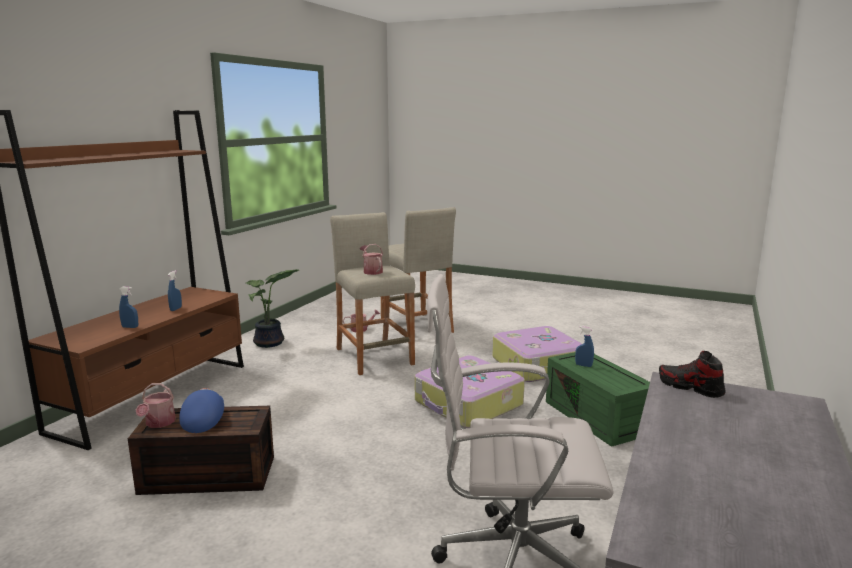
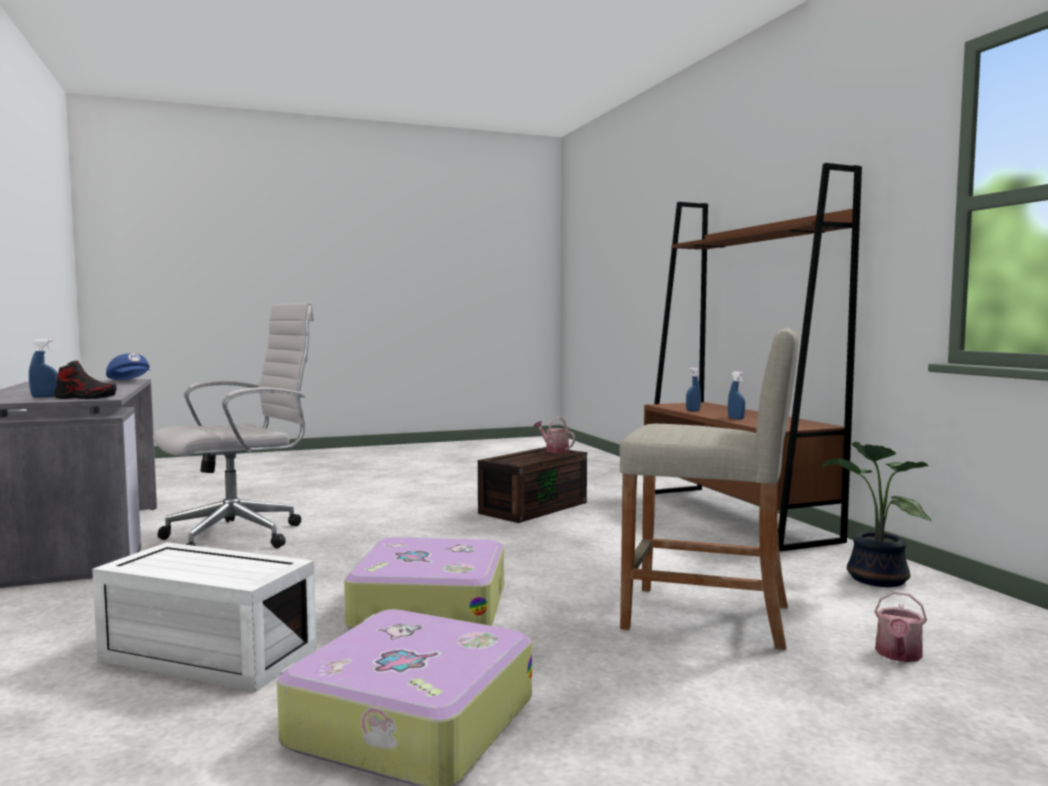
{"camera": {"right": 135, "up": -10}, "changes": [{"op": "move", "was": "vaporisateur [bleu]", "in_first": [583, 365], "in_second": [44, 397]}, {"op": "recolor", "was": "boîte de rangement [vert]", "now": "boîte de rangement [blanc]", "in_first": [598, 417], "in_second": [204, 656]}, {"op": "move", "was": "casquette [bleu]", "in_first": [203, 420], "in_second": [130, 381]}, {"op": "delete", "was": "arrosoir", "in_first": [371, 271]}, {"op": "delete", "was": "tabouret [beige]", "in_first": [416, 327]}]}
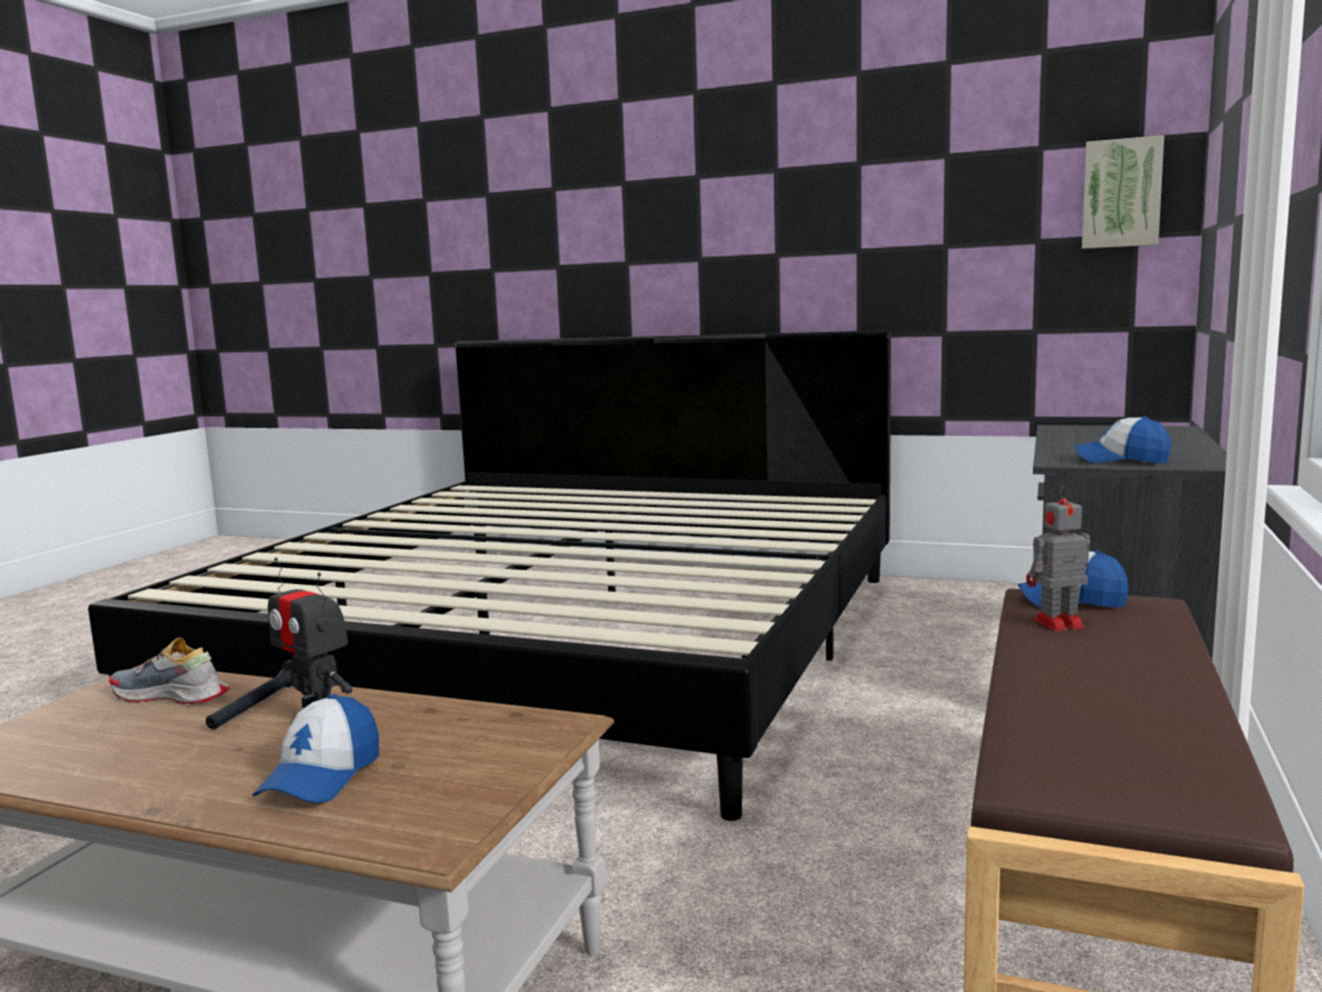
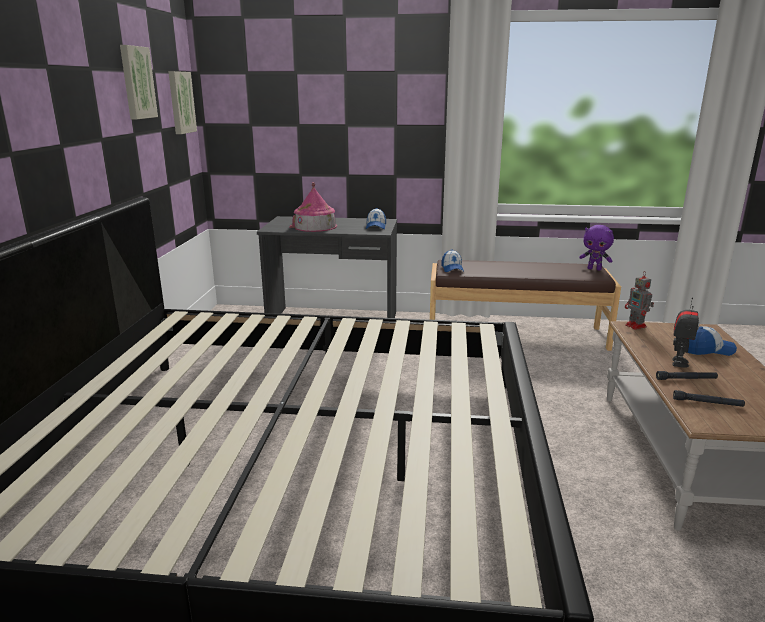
{"camera": {"right": -105, "up": 10}, "changes": [{"op": "insert", "now": "tableau", "in_second": [136, 82]}, {"op": "insert", "now": "maison miniature", "in_second": [315, 226]}, {"op": "insert", "now": "peluche [violet]", "in_second": [594, 269]}, {"op": "move", "was": "robot jouet", "in_first": [1056, 624], "in_second": [636, 326]}, {"op": "replace", "was": "chaussure", "now": "lampe de poche [noir]", "in_first": [171, 696], "in_second": [707, 403]}]}
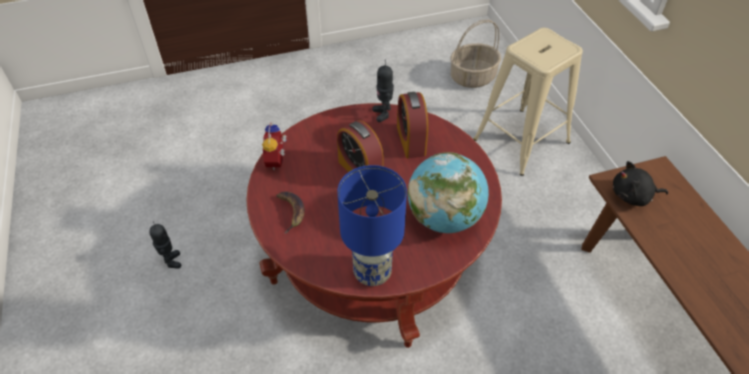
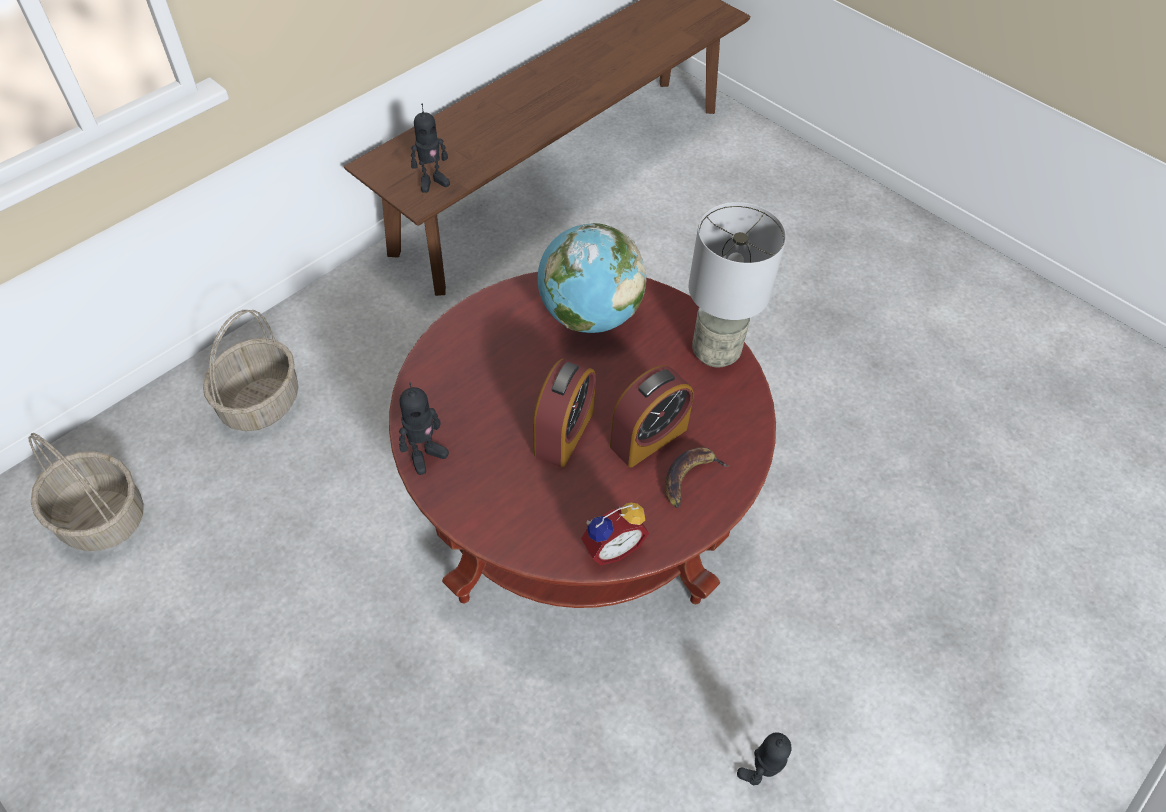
{"camera": {"right": -120, "up": 5}, "changes": [{"op": "replace", "was": "tabouret [beige]", "now": "panier", "in_first": [521, 141], "in_second": [260, 401]}, {"op": "replace", "was": "peluche [noir]", "now": "robot jouet", "in_first": [633, 196], "in_second": [432, 182]}, {"op": "move", "was": "réveil", "in_first": [411, 141], "in_second": [648, 437]}, {"op": "recolor", "was": "lampe de table [bleu]", "now": "lampe de table [gris]", "in_first": [371, 272], "in_second": [715, 353]}]}
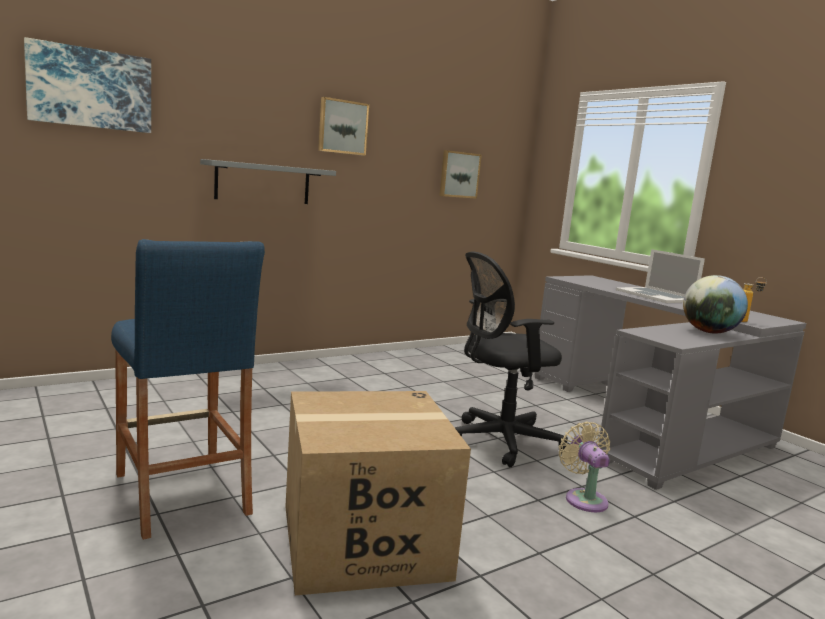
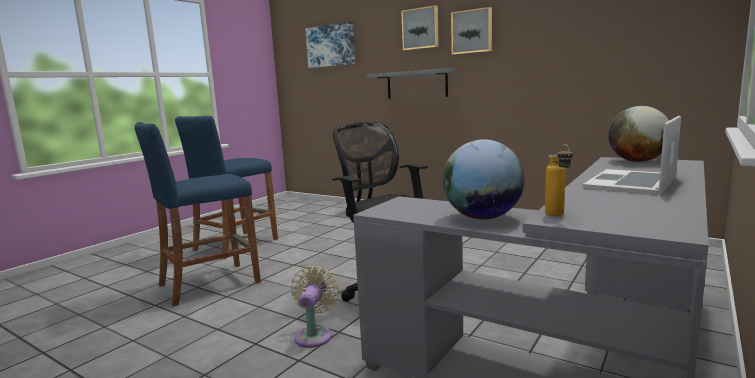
{"camera": {"right": 70, "up": 0}, "changes": [{"op": "replace", "was": "carton", "now": "tabouret [bleu]", "in_first": [363, 541], "in_second": [209, 283]}, {"op": "rotate", "was": "ventilateur [beige]", "in_first": [584, 498], "in_second": [314, 335], "clockwise": -45}, {"op": "move", "was": "tableau", "in_first": [459, 174], "in_second": [420, 28]}, {"op": "insert", "now": "globe", "in_second": [637, 161]}]}
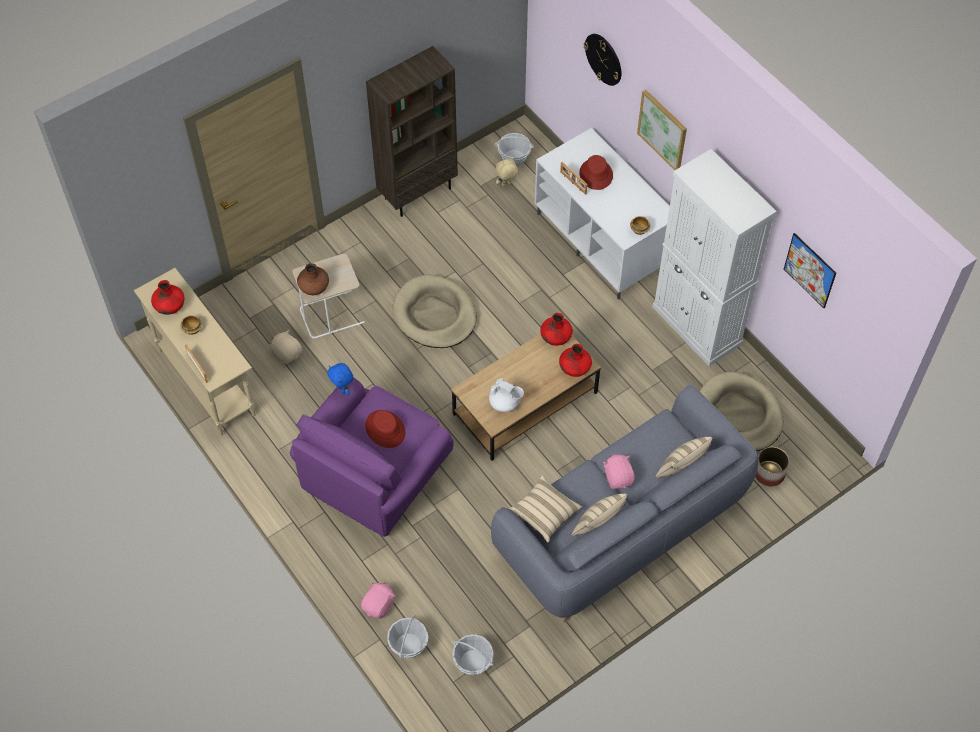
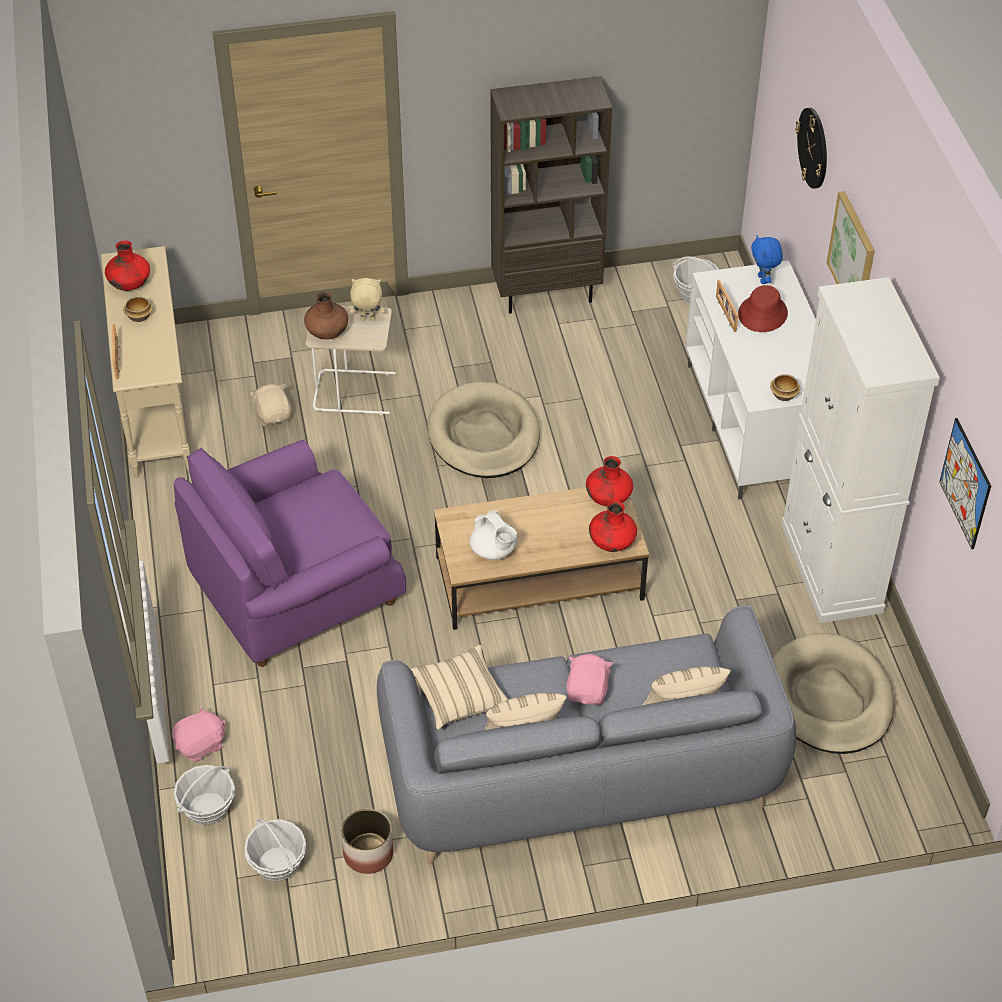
{"camera": {"right": 25, "up": -10}, "changes": [{"op": "move", "was": "cache-pot", "in_first": [769, 473], "in_second": [368, 853]}, {"op": "move", "was": "peluche [beige]", "in_first": [506, 184], "in_second": [367, 320]}, {"op": "move", "was": "peluche [bleu]", "in_first": [342, 389], "in_second": [763, 279]}, {"op": "delete", "was": "chapeau [rouge]", "in_first": [385, 429]}]}
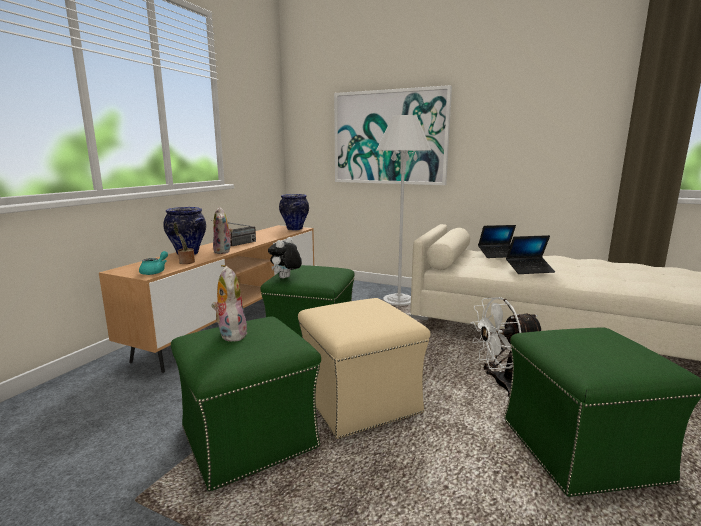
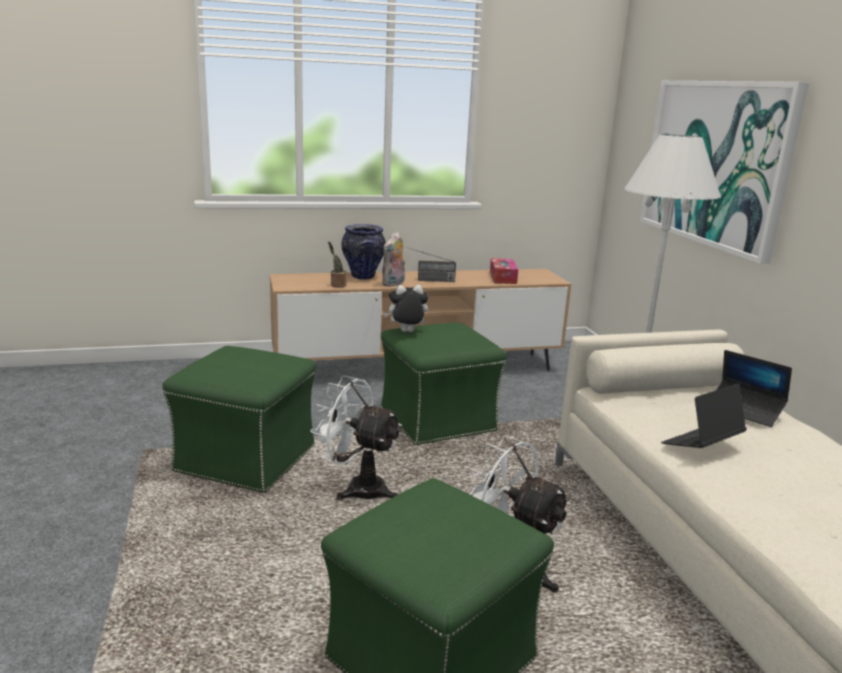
{"camera": {"right": 50, "up": 5}, "changes": [{"op": "replace", "was": "pouf [beige]", "now": "ventilateur [blanc]", "in_first": [360, 401], "in_second": [357, 488]}, {"op": "insert", "now": "boîte à mouchoirs", "in_second": [503, 277]}, {"op": "rotate", "was": "ordinateur portable", "in_first": [529, 270], "in_second": [702, 444], "clockwise": 105}, {"op": "delete", "was": "théière [turquoise]", "in_first": [155, 272]}, {"op": "delete", "was": "peluche", "in_first": [230, 334]}, {"op": "delete", "was": "vase", "in_first": [295, 229]}]}
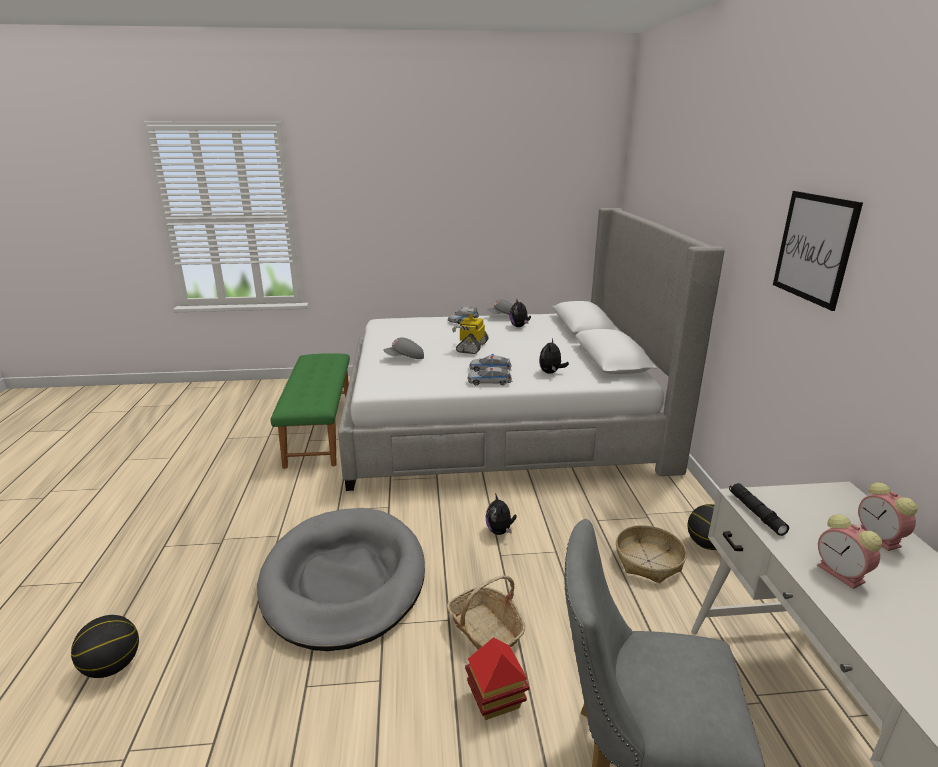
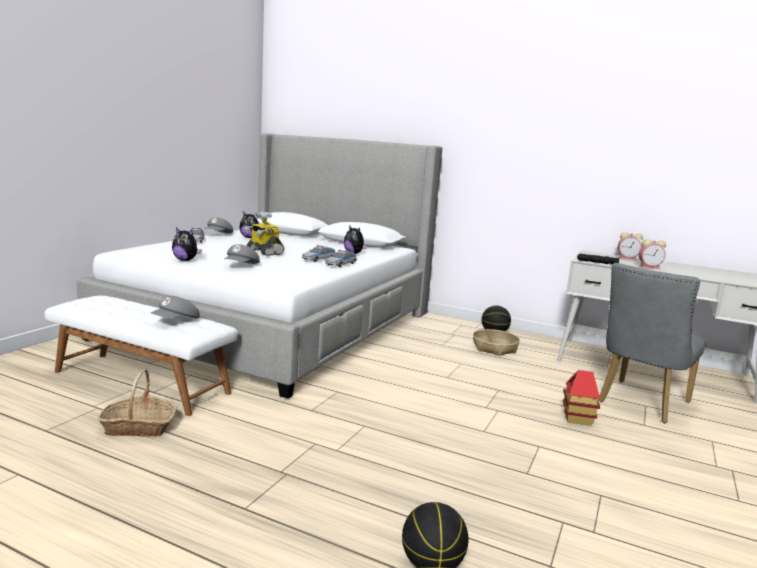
{"camera": {"right": -60, "up": -10}, "changes": [{"op": "recolor", "was": "banc [vert]", "now": "banc [blanc]", "in_first": [320, 430], "in_second": [142, 382]}, {"op": "move", "was": "panier", "in_first": [485, 630], "in_second": [138, 427]}, {"op": "insert", "now": "casquette [gris]", "in_second": [176, 321]}, {"op": "move", "was": "peluche", "in_first": [500, 531], "in_second": [186, 260]}, {"op": "delete", "was": "panier pour chien [gris]", "in_first": [344, 580]}, {"op": "delete", "was": "tableau", "in_first": [814, 248]}]}
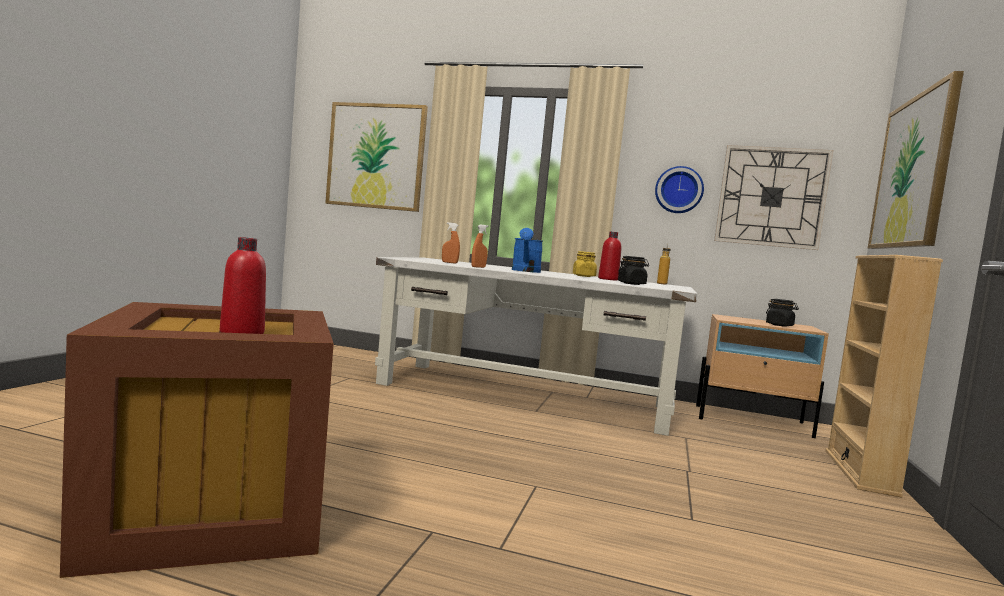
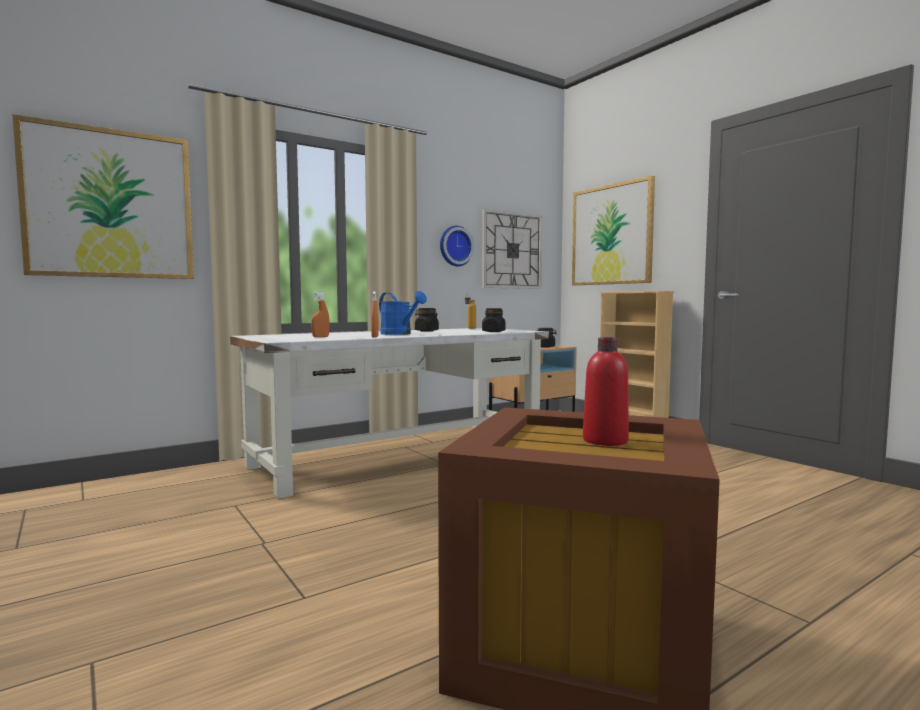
{"camera": {"right": -50, "up": 0}, "changes": [{"op": "recolor", "was": "bocal [jaune]", "now": "bocal [noir]", "in_first": [583, 276], "in_second": [426, 331]}, {"op": "delete", "was": "bouteille [rouge]", "in_first": [608, 279]}]}
